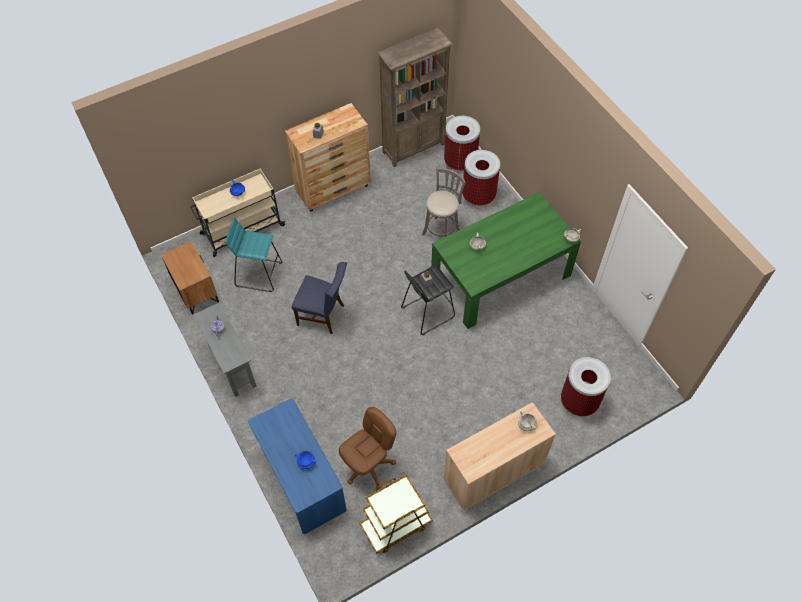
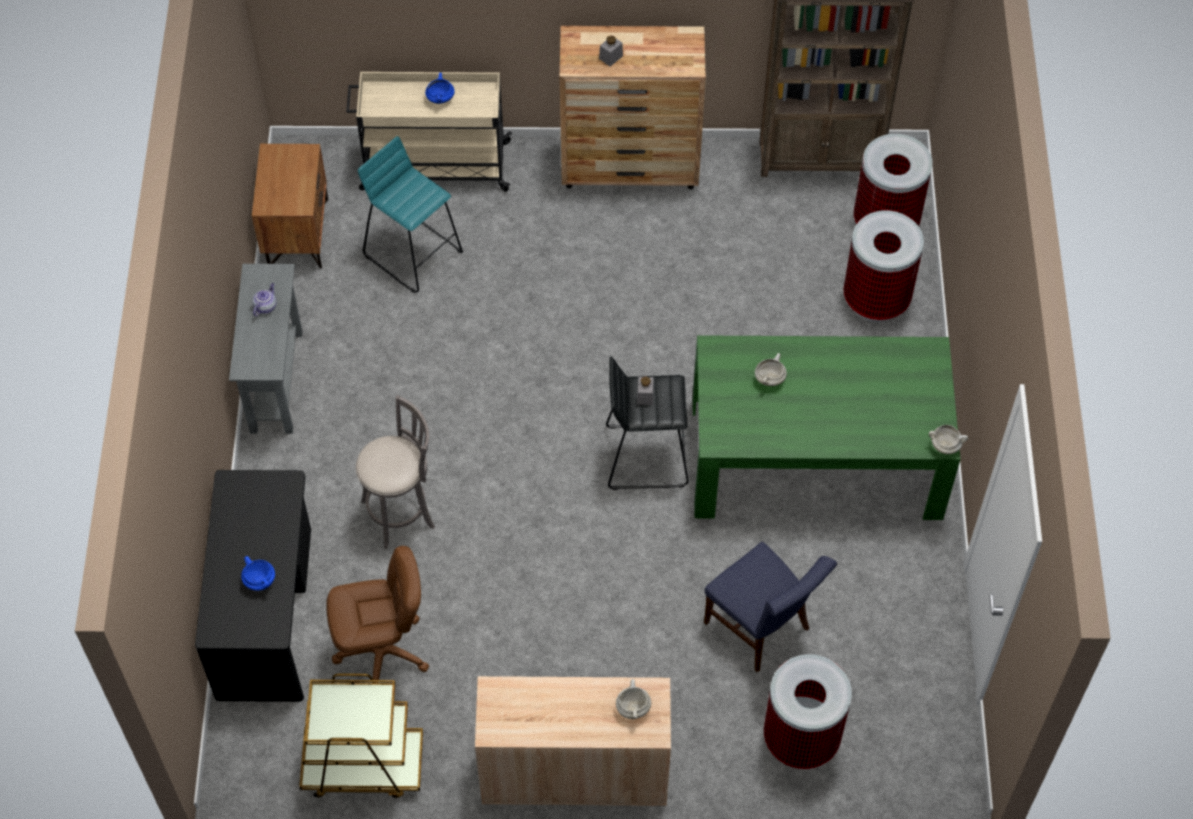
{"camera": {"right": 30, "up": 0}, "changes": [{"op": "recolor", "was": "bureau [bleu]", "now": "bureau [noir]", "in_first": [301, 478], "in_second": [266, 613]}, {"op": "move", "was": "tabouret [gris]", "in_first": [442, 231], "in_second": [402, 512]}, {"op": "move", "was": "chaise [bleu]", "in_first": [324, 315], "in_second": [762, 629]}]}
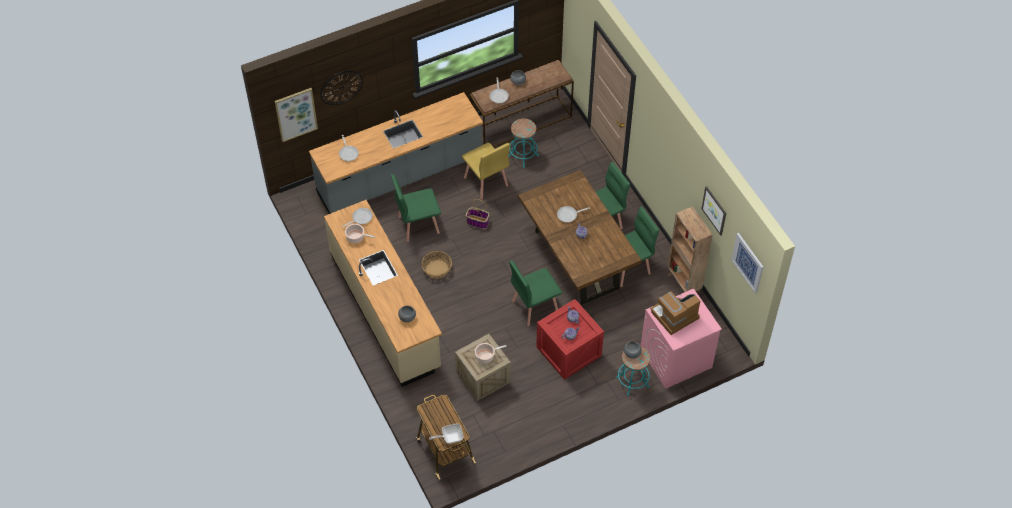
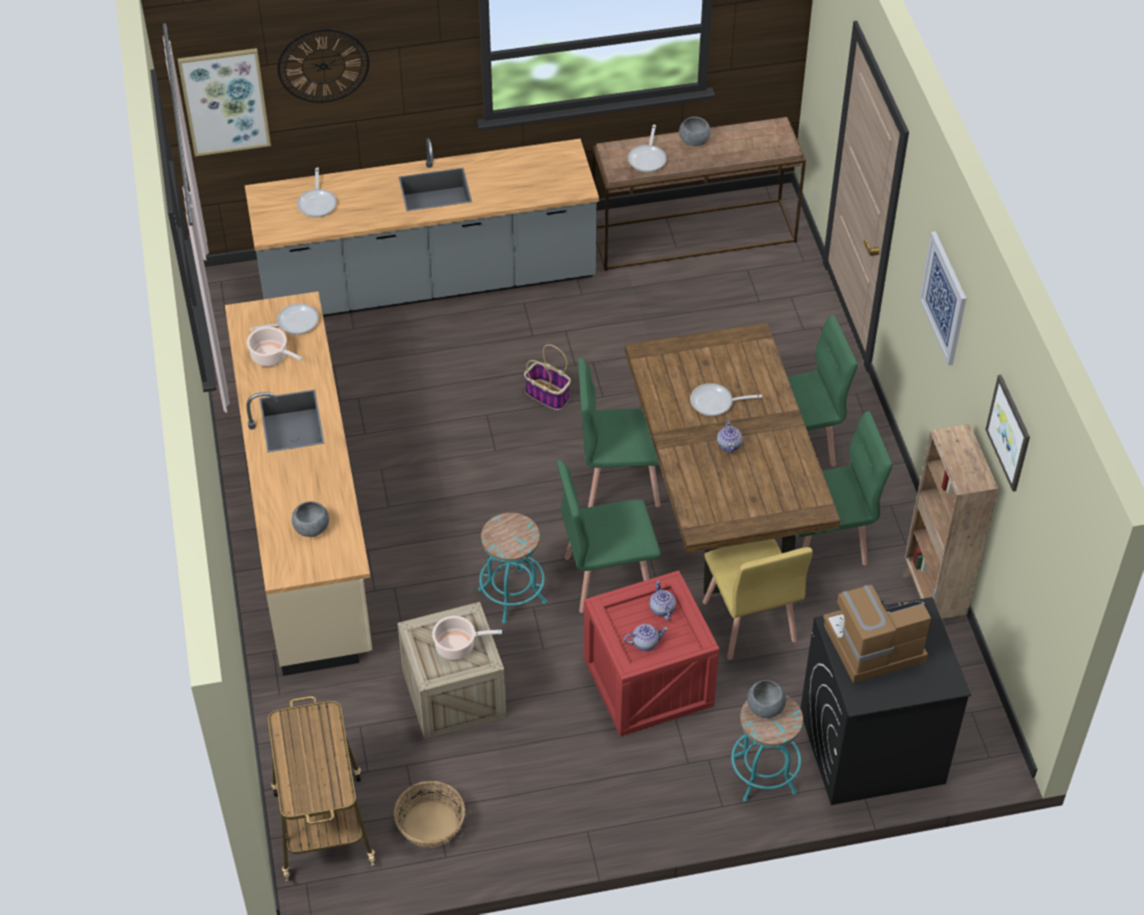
{"camera": {"right": 15, "up": -5}, "changes": [{"op": "move", "was": "panier", "in_first": [437, 269], "in_second": [430, 825]}, {"op": "move", "was": "tabouret [turquoise]", "in_first": [523, 155], "in_second": [512, 596]}, {"op": "move", "was": "chaise [vert]", "in_first": [418, 224], "in_second": [620, 481]}, {"op": "move", "was": "chaise [jaune]", "in_first": [485, 182], "in_second": [749, 622]}, {"op": "recolor", "was": "lave-linge [rose]", "now": "lave-linge [noir]", "in_first": [675, 358], "in_second": [871, 747]}, {"op": "move", "was": "tableau", "in_first": [748, 263], "in_second": [944, 298]}, {"op": "delete", "was": "poêle", "in_first": [450, 438]}]}
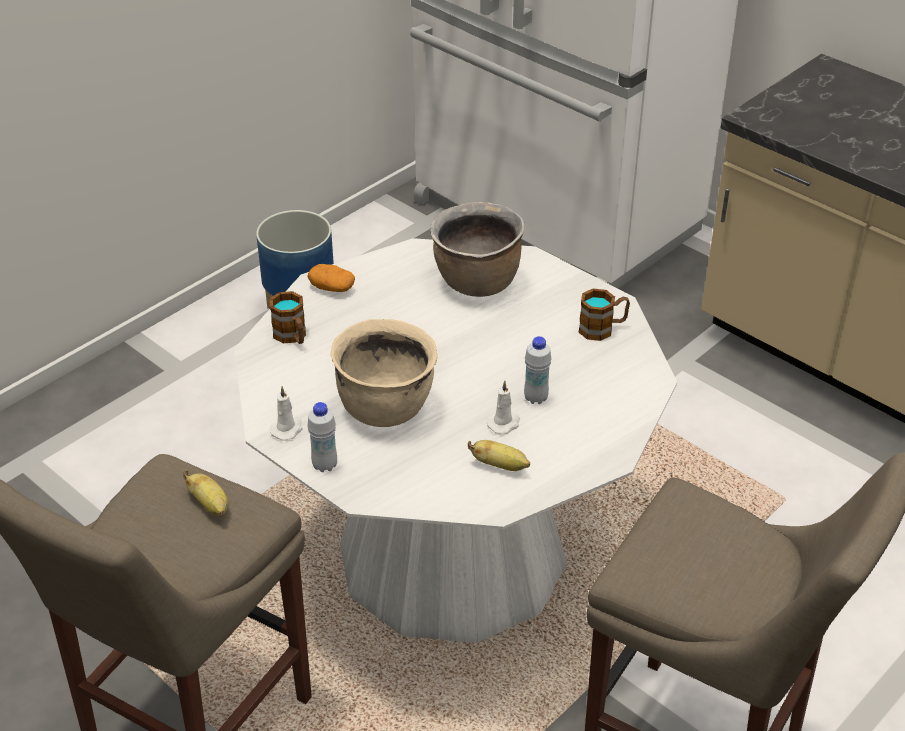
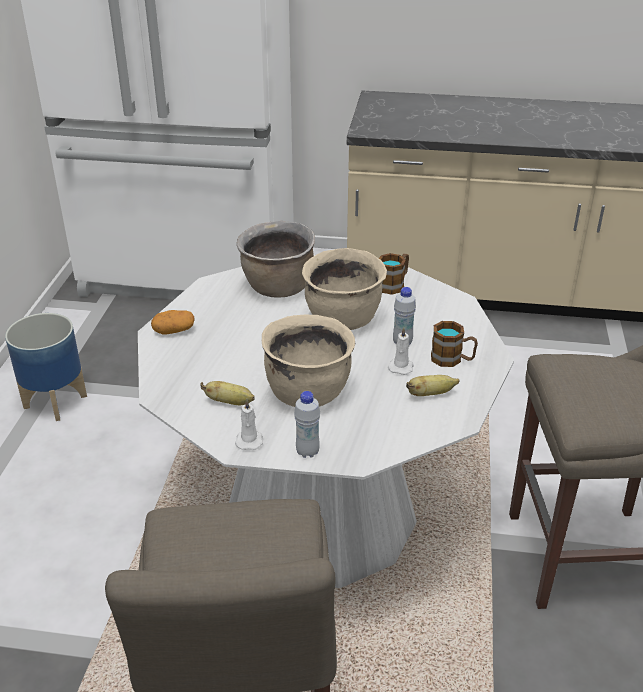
{"camera": {"right": -35, "up": -5}, "changes": [{"op": "move", "was": "banane", "in_first": [210, 505], "in_second": [230, 402]}, {"op": "insert", "now": "marmite [beige]", "in_second": [343, 320]}, {"op": "move", "was": "mug", "in_first": [292, 337], "in_second": [452, 359]}]}
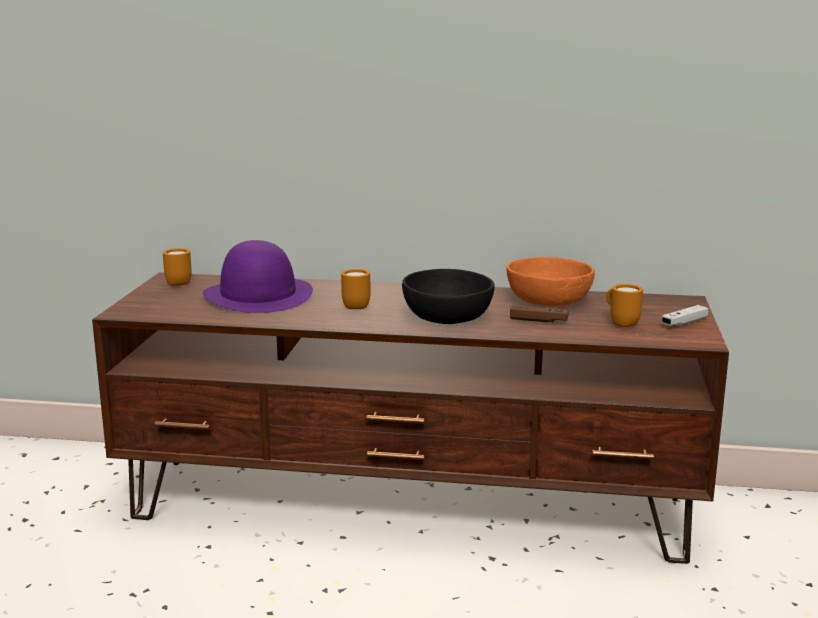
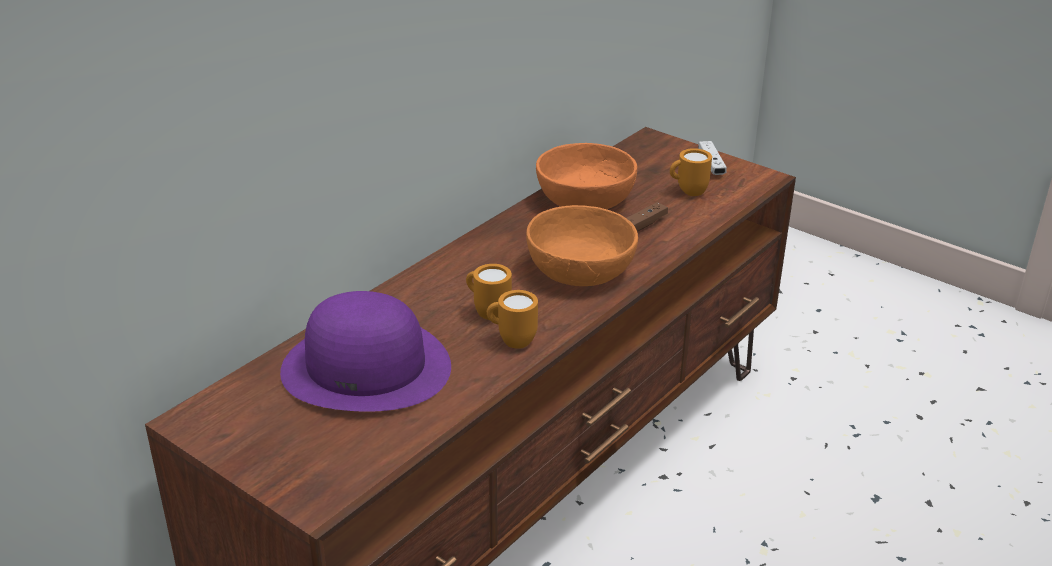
{"camera": {"right": -60, "up": 15}, "changes": [{"op": "move", "was": "mug [orange]", "in_first": [178, 283], "in_second": [512, 341]}, {"op": "recolor", "was": "bol [noir]", "now": "bol [orange]", "in_first": [448, 316], "in_second": [581, 269]}]}
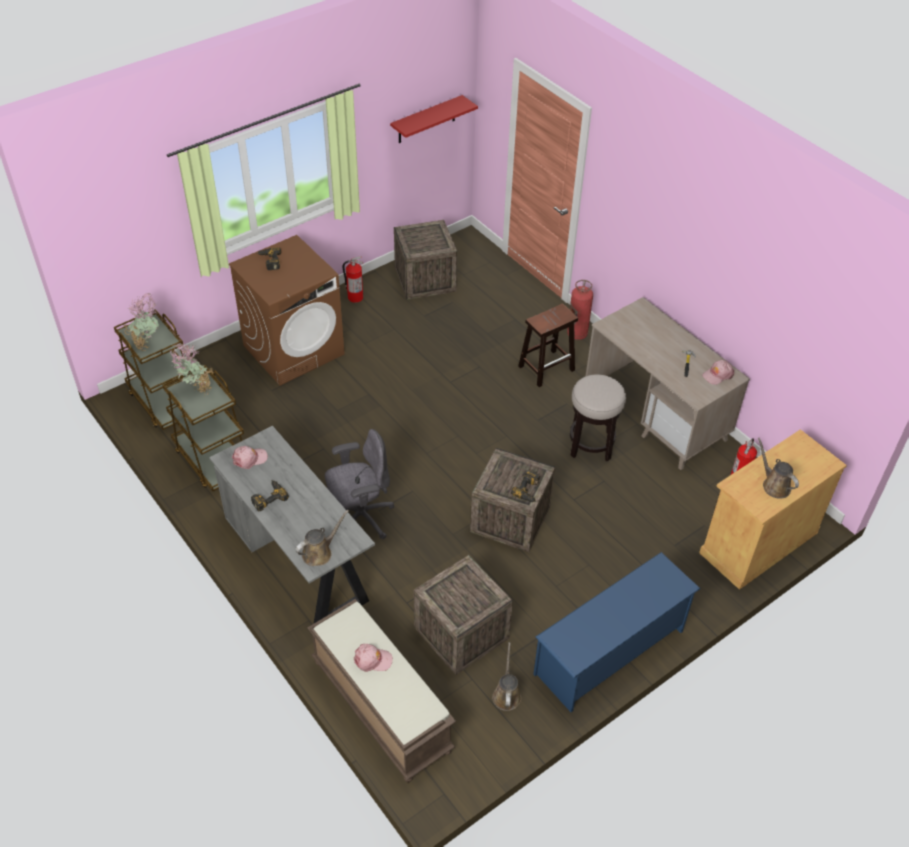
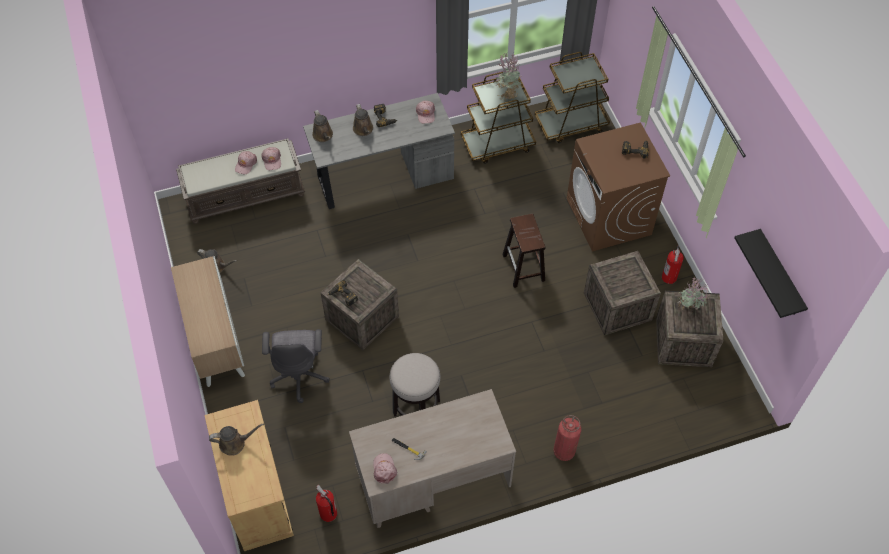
{"camera": {"right": 110, "up": 10}, "changes": [{"op": "replace", "was": "étagère à chaussures [bleu]", "now": "meuble de rangement", "in_first": [610, 652], "in_second": [215, 341]}, {"op": "insert", "now": "casquette [rose]", "in_second": [272, 160]}, {"op": "move", "was": "chaise de bureau [gris]", "in_first": [360, 518], "in_second": [300, 375]}, {"op": "insert", "now": "arrosoir [marron]", "in_second": [363, 130]}, {"op": "move", "was": "tabouret [marron]", "in_first": [547, 368], "in_second": [524, 268]}, {"op": "move", "was": "caisse", "in_first": [461, 633], "in_second": [617, 306]}, {"op": "move", "was": "plante en pot", "in_first": [147, 343], "in_second": [688, 309]}, {"op": "recolor", "was": "étagère [rouge]", "now": "étagère [noir]", "in_first": [426, 120], "in_second": [780, 275]}]}
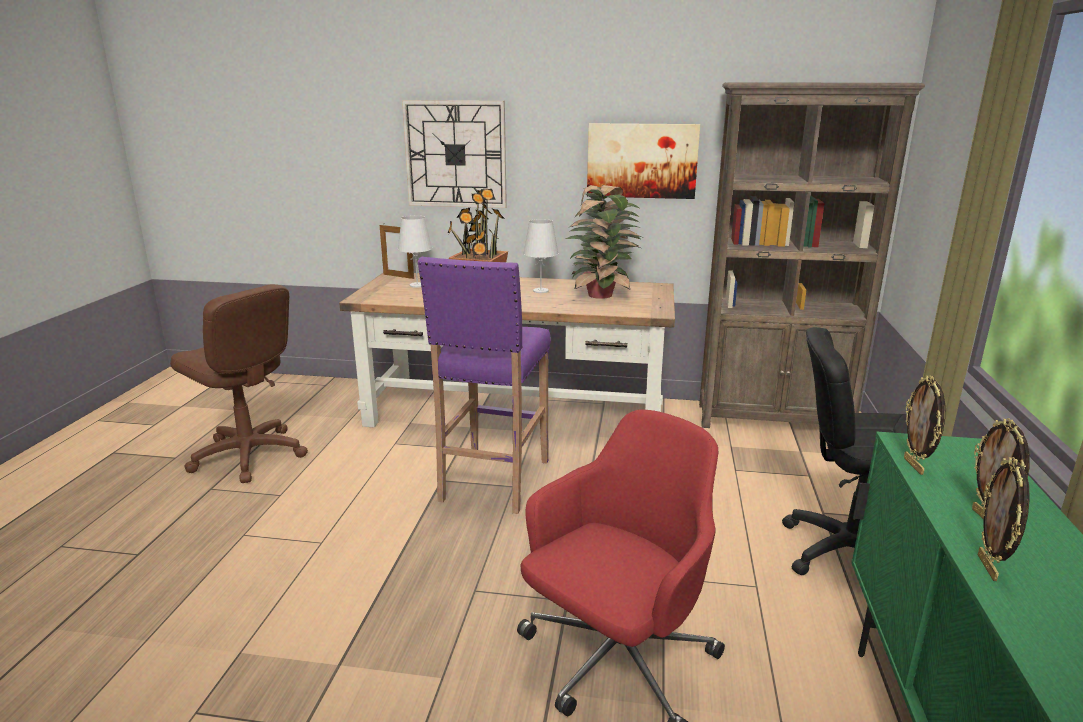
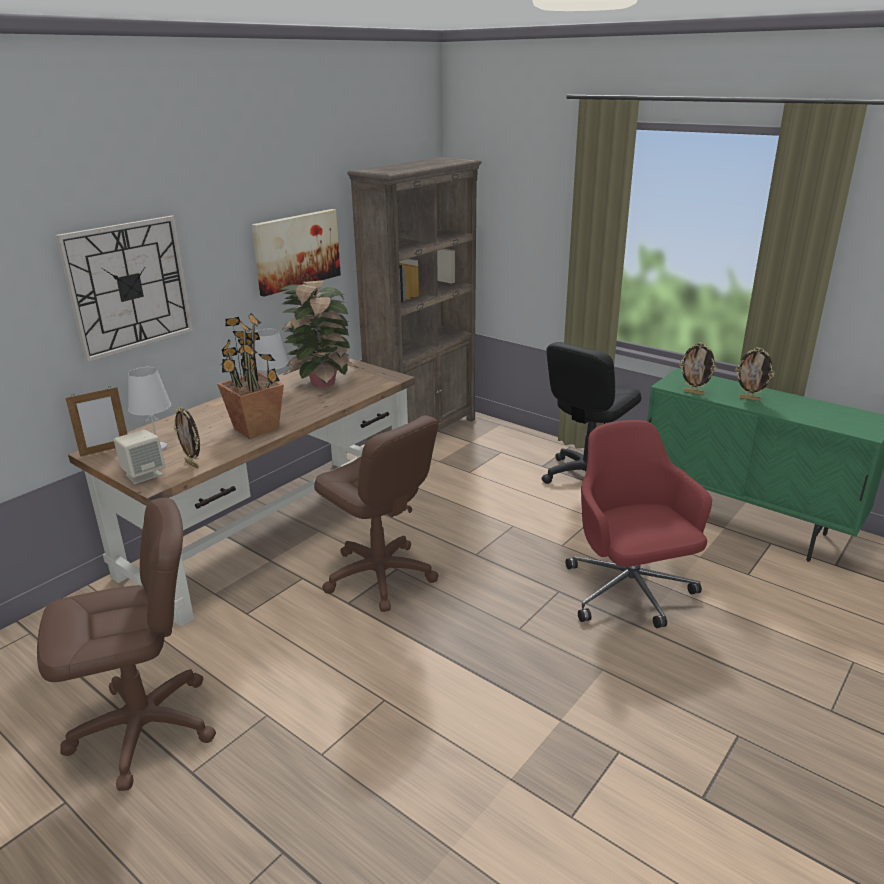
{"camera": {"right": -60, "up": 5}, "changes": [{"op": "insert", "now": "enceinte [beige]", "in_second": [144, 474]}, {"op": "move", "was": "cadre photo", "in_first": [989, 568], "in_second": [193, 464]}, {"op": "replace", "was": "tabouret [violet]", "now": "chaise de bureau [marron]", "in_first": [493, 481], "in_second": [379, 576]}]}
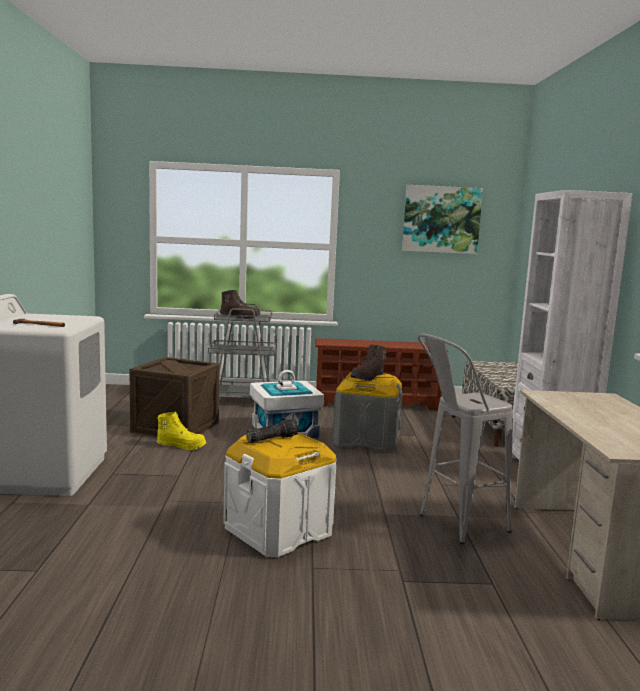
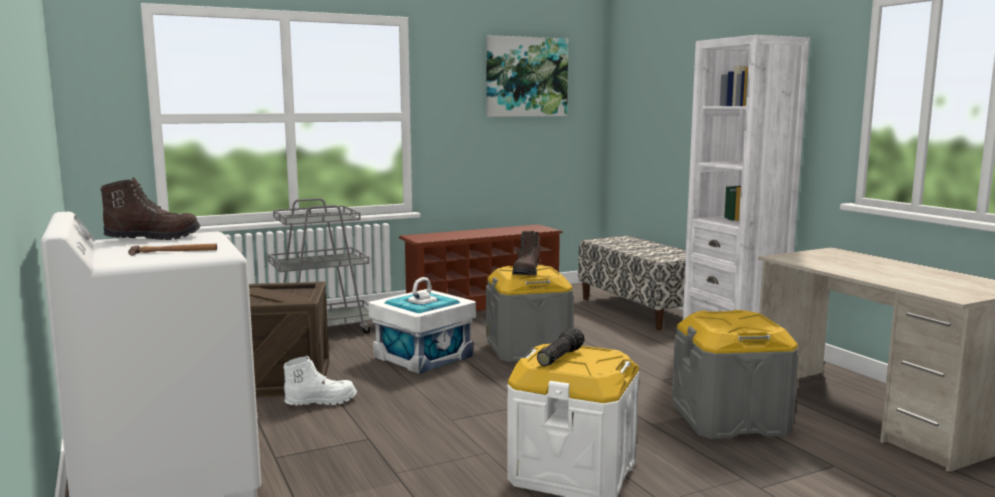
{"camera": {"right": -25, "up": 0}, "changes": [{"op": "move", "was": "botte [marron]", "in_first": [240, 317], "in_second": [153, 238]}, {"op": "recolor", "was": "botte [jaune]", "now": "botte [blanc]", "in_first": [181, 446], "in_second": [321, 401]}, {"op": "replace", "was": "tabouret [gris]", "now": "boîte de rangement [gris]", "in_first": [453, 526], "in_second": [729, 419]}]}
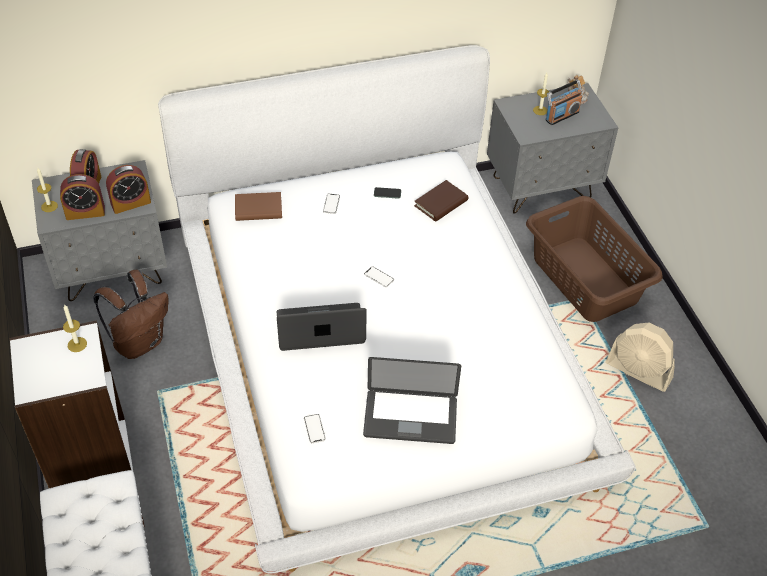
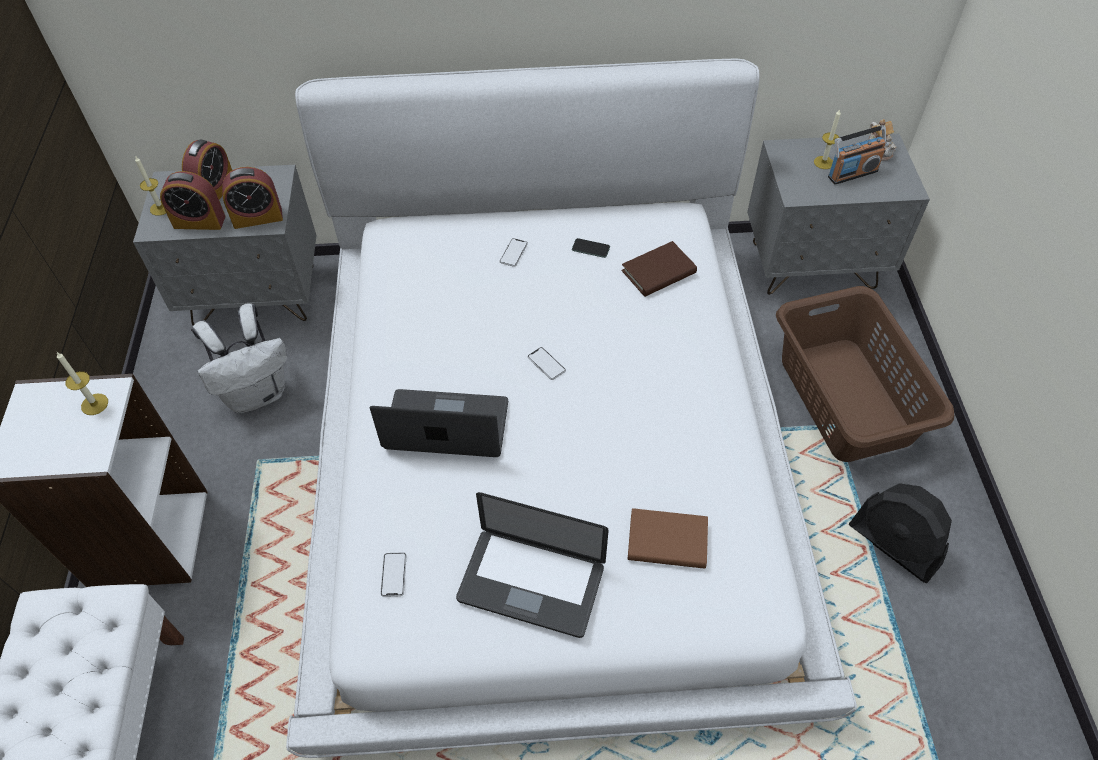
{"camera": {"right": 15, "up": 5}, "changes": [{"op": "recolor", "was": "sac à dos [marron]", "now": "sac à dos [blanc]", "in_first": [140, 342], "in_second": [257, 393]}, {"op": "move", "was": "livre [marron]", "in_first": [258, 209], "in_second": [667, 541]}, {"op": "recolor", "was": "ventilateur [beige]", "now": "ventilateur [noir]", "in_first": [638, 371], "in_second": [894, 545]}]}
